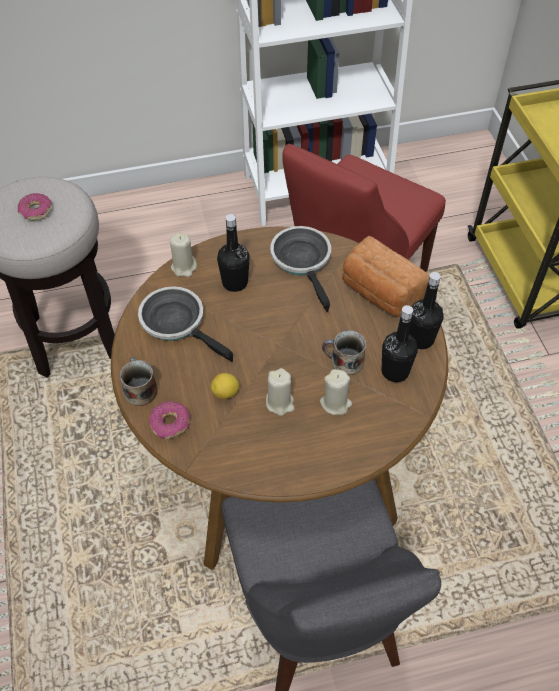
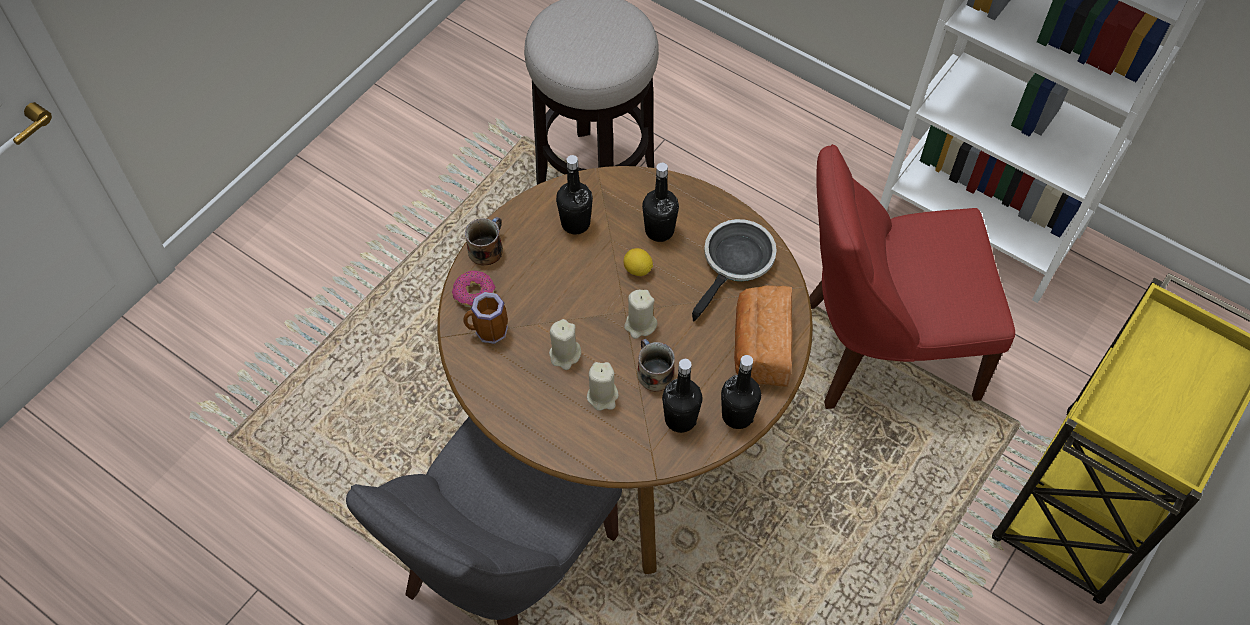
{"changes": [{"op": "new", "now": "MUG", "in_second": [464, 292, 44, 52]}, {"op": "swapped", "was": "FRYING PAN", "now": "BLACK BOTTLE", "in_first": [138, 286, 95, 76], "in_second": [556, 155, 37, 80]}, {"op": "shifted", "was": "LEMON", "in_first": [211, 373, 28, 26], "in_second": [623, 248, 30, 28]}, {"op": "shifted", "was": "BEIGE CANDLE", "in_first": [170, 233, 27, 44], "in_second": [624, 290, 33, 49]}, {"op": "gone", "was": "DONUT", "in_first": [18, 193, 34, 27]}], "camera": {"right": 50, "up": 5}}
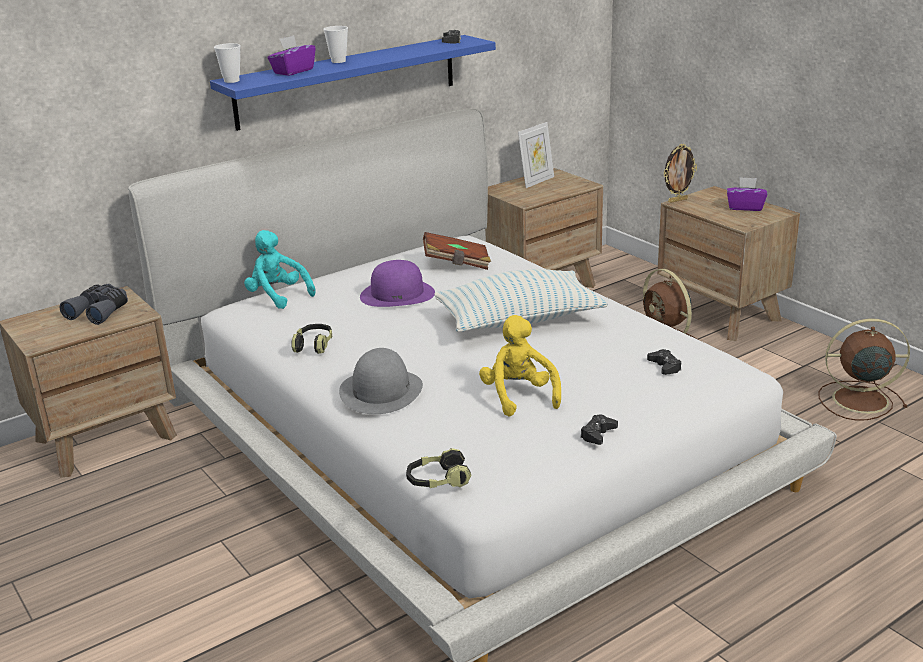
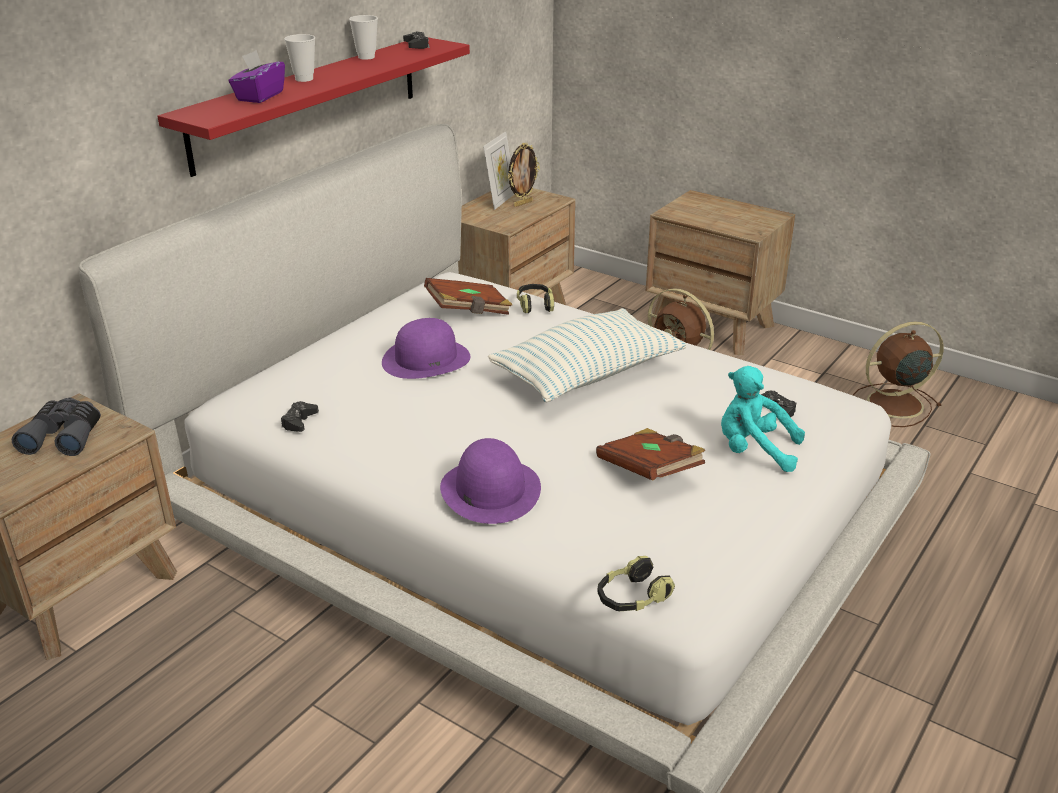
{"changes": [{"op": "repainted", "was": "BLUE SHELF", "now": "RED SHELF", "in_first": [210, 35, 286, 96], "in_second": [157, 37, 313, 140]}, {"op": "shifted", "was": "BLACK GAME CONTROLLER", "in_first": [580, 415, 38, 30], "in_second": [281, 401, 38, 31]}, {"op": "shifted", "was": "CUP", "in_first": [214, 43, 26, 40], "in_second": [349, 15, 29, 45]}, {"op": "repainted", "was": "GREY HAT", "now": "PURPLE HAT", "in_first": [339, 348, 84, 66], "in_second": [440, 438, 101, 86]}, {"op": "shifted", "was": "PICTURE FRAME", "in_first": [664, 144, 33, 59], "in_second": [508, 143, 32, 64]}, {"op": "shifted", "was": "HEADPHONES", "in_first": [291, 324, 41, 30], "in_second": [517, 284, 37, 29]}, {"op": "swapped", "was": "YELLOW PLUSH TOY", "now": "BROWN BOOK", "in_first": [479, 315, 82, 102], "in_second": [596, 428, 109, 53]}, {"op": "shifted", "was": "TURQUOISE PLUSH TOY", "in_first": [244, 230, 72, 79], "in_second": [721, 366, 84, 106]}, {"op": "gone", "was": "PURPLE TISSUE BOX", "in_first": [727, 177, 41, 34]}], "camera": {"right": -20, "up": 5}}
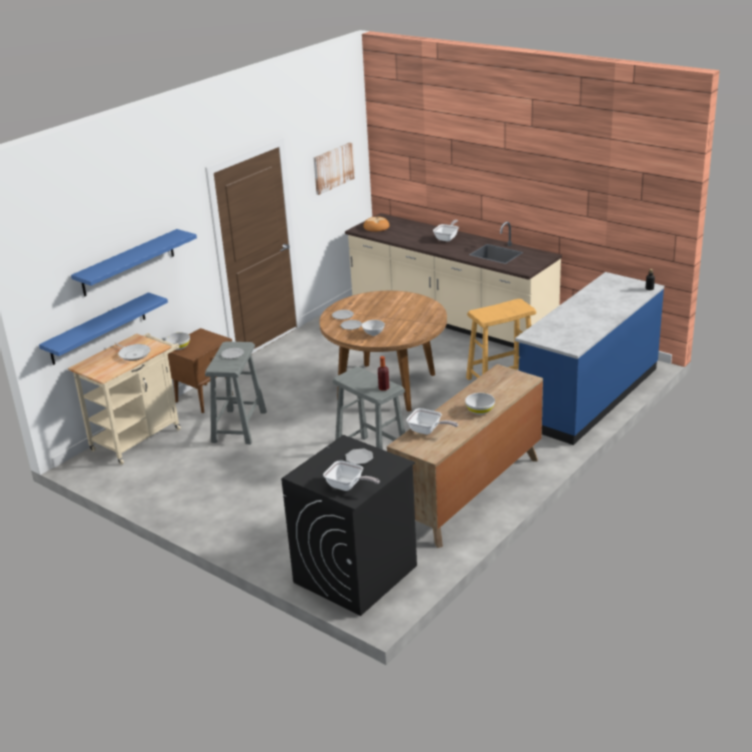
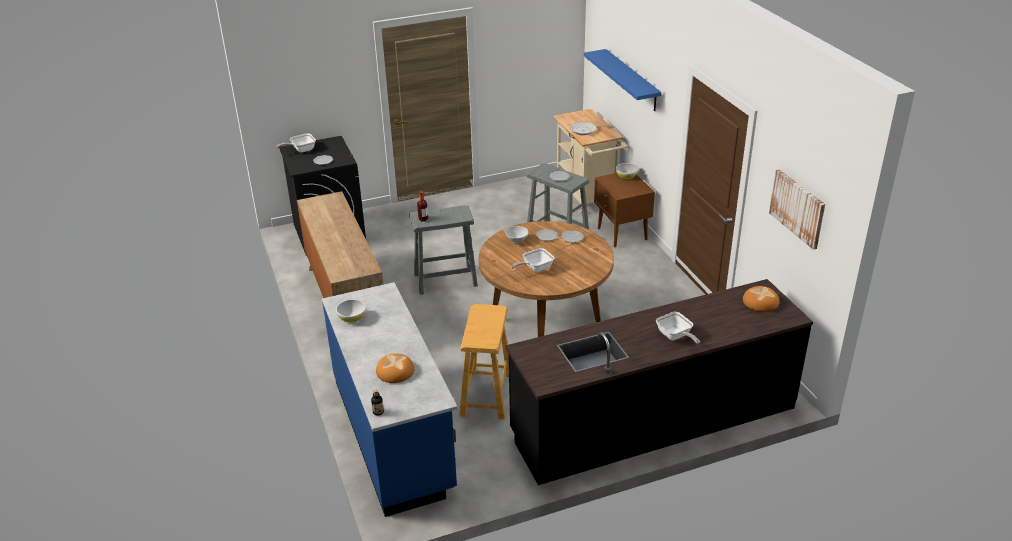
{"changes": [{"op": "shifted", "was": "WHITE BOWL", "in_first": [465, 393, 30, 22], "in_second": [336, 299, 30, 24]}, {"op": "new", "now": "BREAD", "in_second": [376, 353, 39, 30]}, {"op": "repainted", "was": "BEIGE COUNTER", "now": "BLACK COUNTER", "in_first": [345, 213, 217, 135], "in_second": [506, 279, 307, 206]}, {"op": "shifted", "was": "FRYING PAN", "in_first": [406, 408, 52, 27], "in_second": [510, 248, 45, 24]}, {"op": "gone", "was": "BLUE SHELF", "in_first": [39, 292, 129, 73]}], "camera": {"right": 120, "up": 5}}
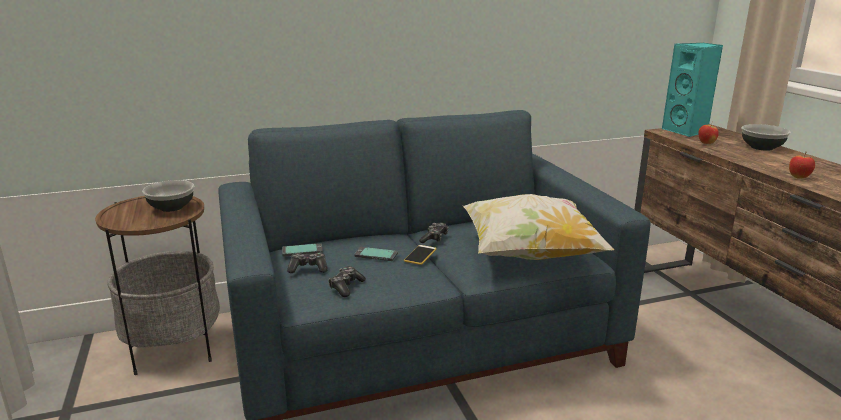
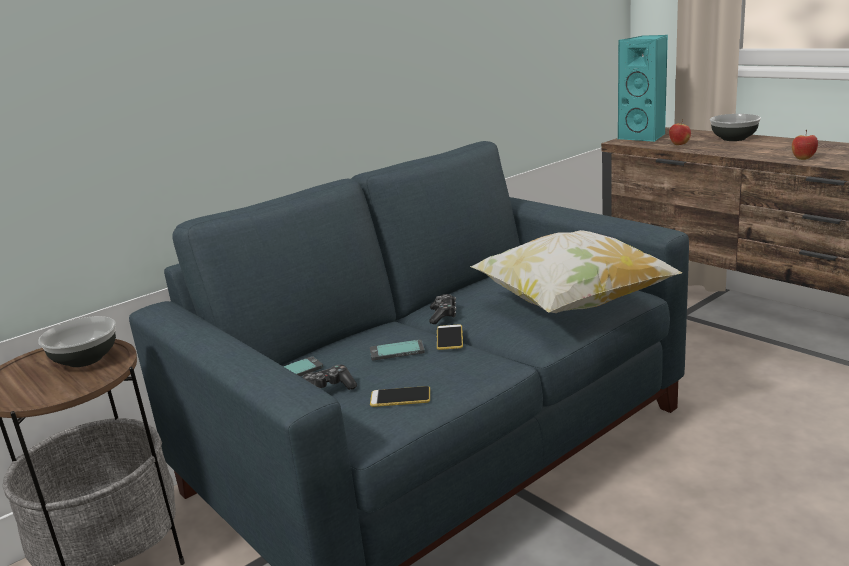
{"changes": [{"op": "swapped", "was": "GAME CONTROLLER", "now": "PHONE", "in_first": [328, 266, 38, 31], "in_second": [370, 386, 60, 21]}], "camera": {"right": -20, "up": 0}}
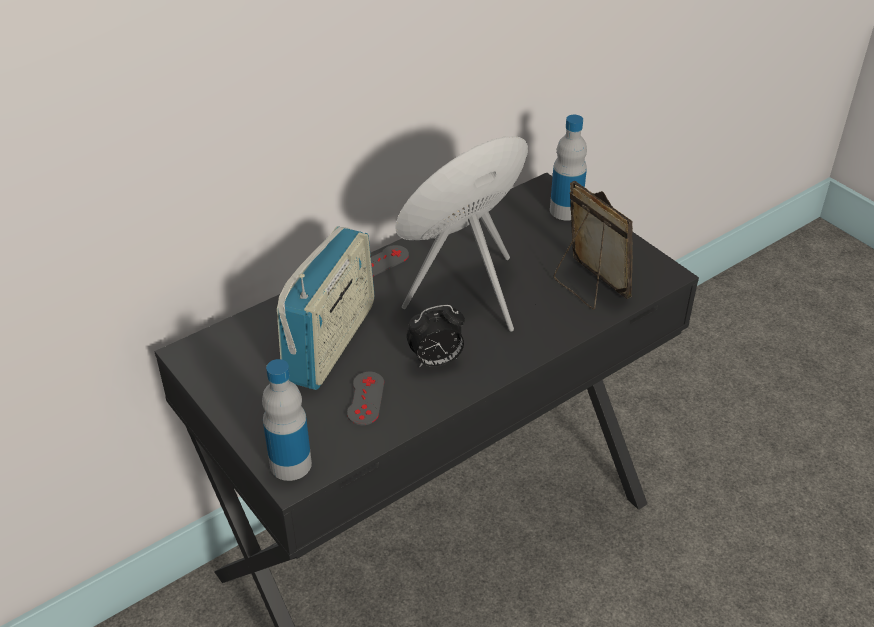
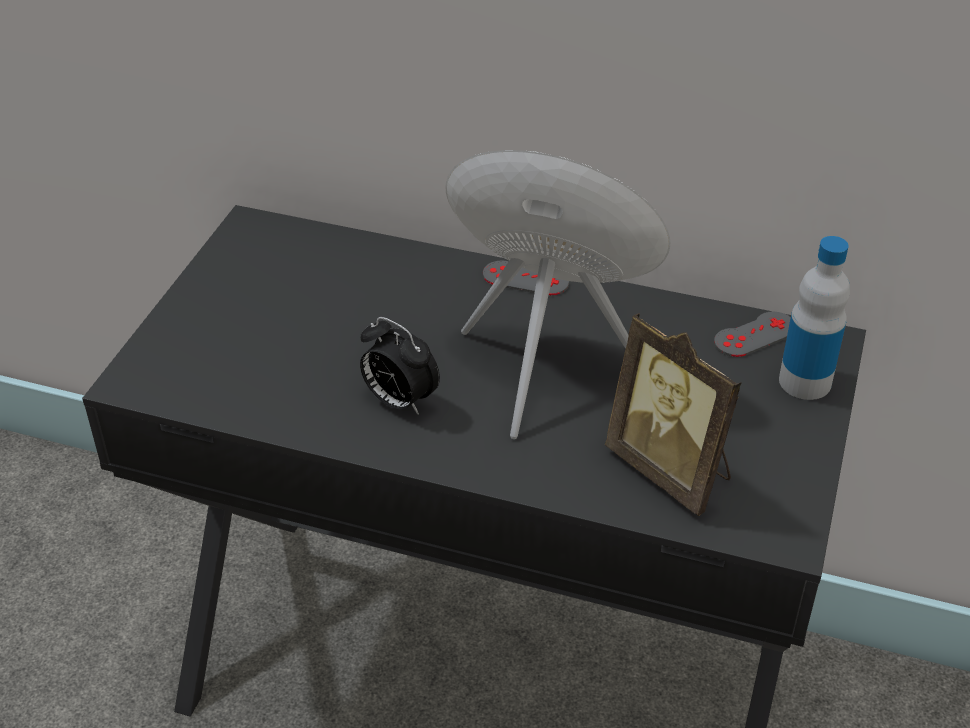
{"changes": [{"op": "rotated", "was": "PICTURE FRAME", "in_first": [554, 181, 79, 129], "in_second": [605, 313, 137, 203], "clockwise": 120}, {"op": "shifted", "was": "GREY GAME CONTROLLER", "in_first": [347, 372, 37, 53], "in_second": [714, 312, 77, 45]}, {"op": "gone", "was": "BOTTLE", "in_first": [262, 359, 50, 122]}, {"op": "gone", "was": "RADIO", "in_first": [277, 226, 97, 164]}], "camera": {"right": 55, "up": 0}}
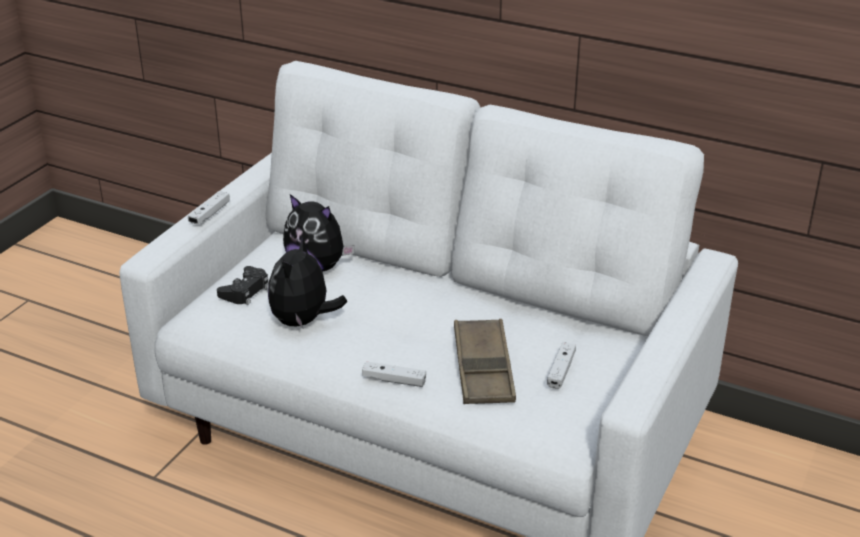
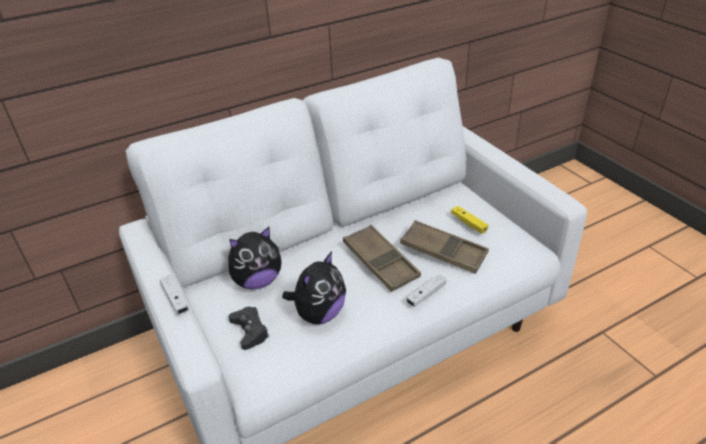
{"changes": [{"op": "rotated", "was": "PLUSH TOY", "in_first": [268, 236, 80, 92], "in_second": [282, 251, 64, 73], "clockwise": -105}, {"op": "new", "now": "BROWN TRAY", "in_second": [343, 225, 78, 67]}, {"op": "repainted", "was": "WHITE GAME CONTROLLER", "now": "YELLOW GAME CONTROLLER", "in_first": [547, 342, 29, 47], "in_second": [451, 206, 37, 28]}], "camera": {"right": -55, "up": 5}}
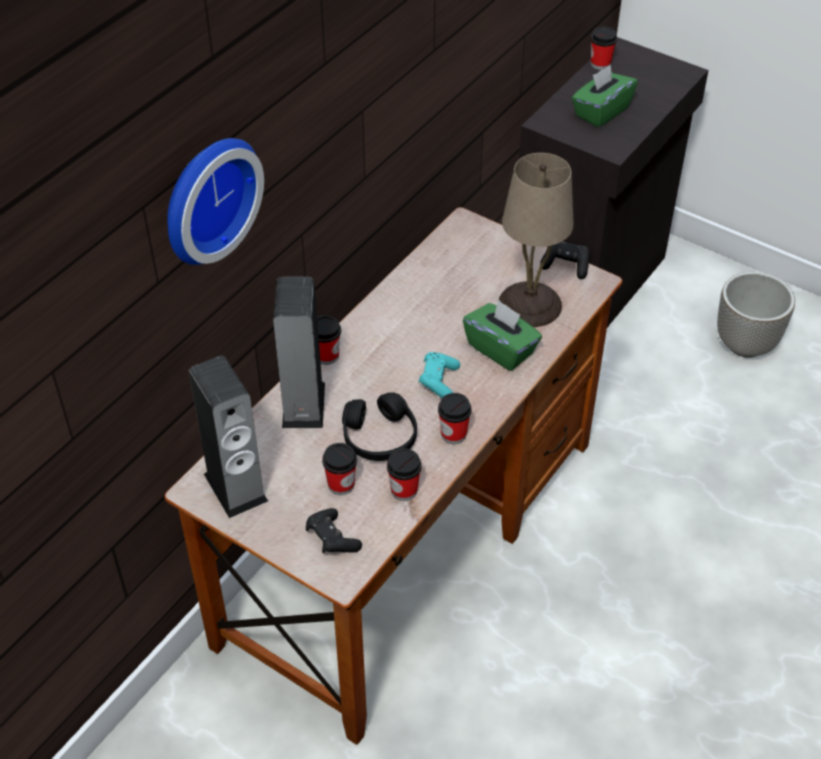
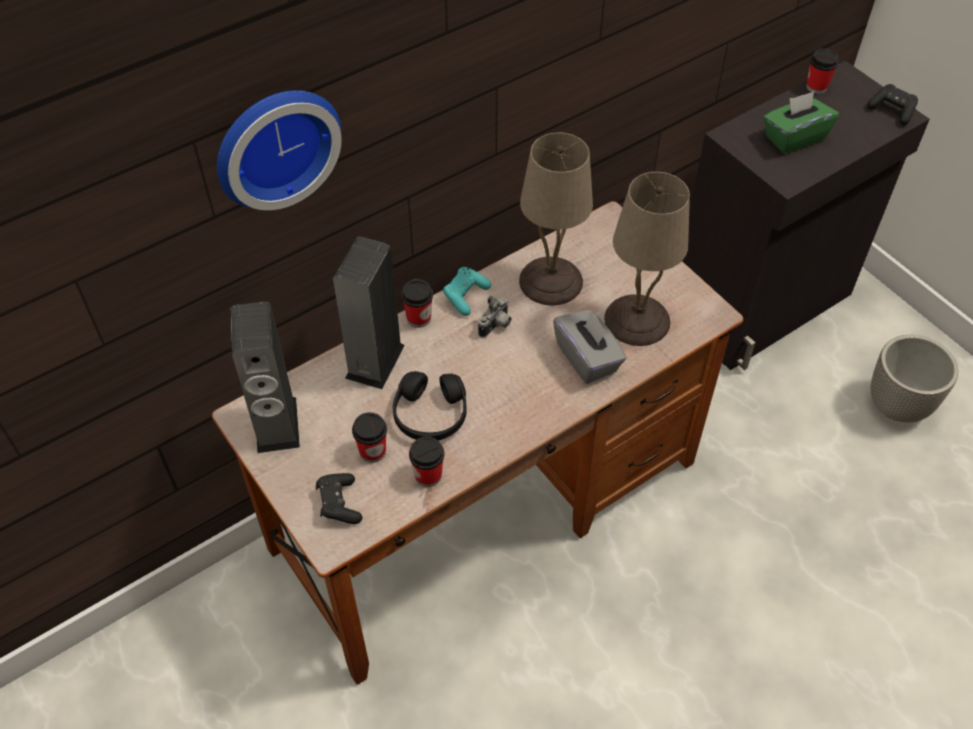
{"changes": [{"op": "shifted", "was": "TURQUOISE GAME CONTROLLER", "in_first": [418, 352, 42, 46], "in_second": [443, 267, 48, 49]}, {"op": "new", "now": "PHOTO CAMERA", "in_second": [478, 296, 34, 41]}, {"op": "new", "now": "BEIGE TABLE LAMP", "in_second": [519, 133, 74, 172]}, {"op": "repainted", "was": "GREEN TISSUE BOX", "now": "GREY TISSUE BOX", "in_first": [463, 299, 79, 72], "in_second": [553, 310, 74, 74]}, {"op": "shifted", "was": "BLACK GAME CONTROLLER", "in_first": [540, 241, 49, 38], "in_second": [867, 84, 51, 41]}, {"op": "gone", "was": "CUP", "in_first": [438, 393, 34, 51]}], "camera": {"right": 20, "up": 5}}
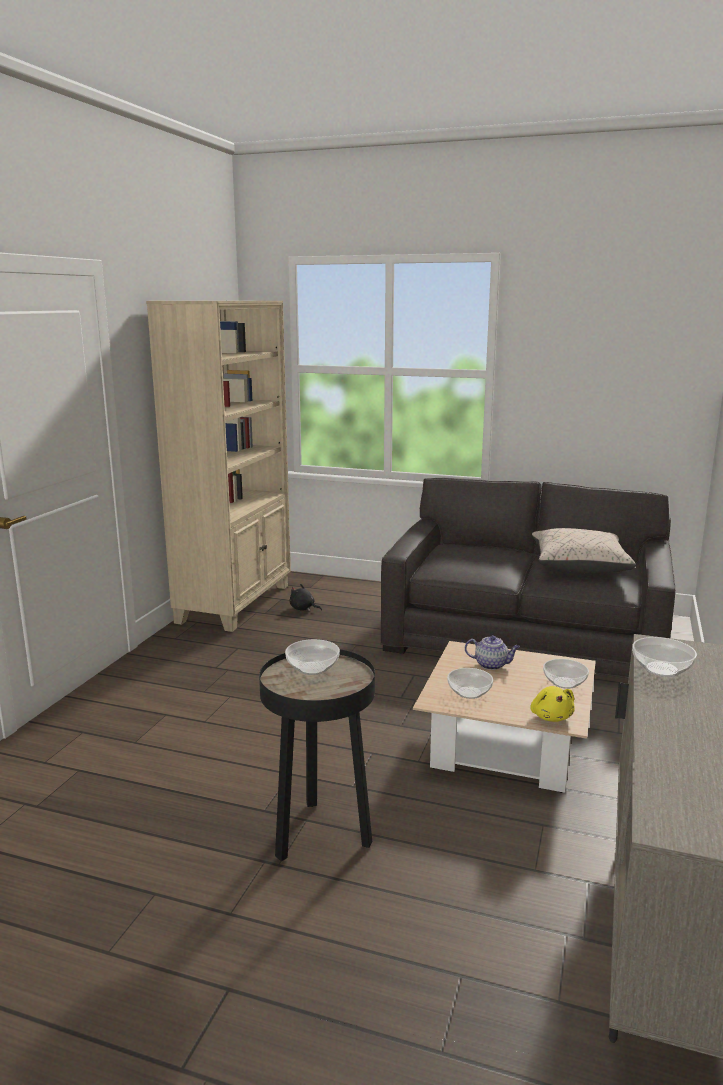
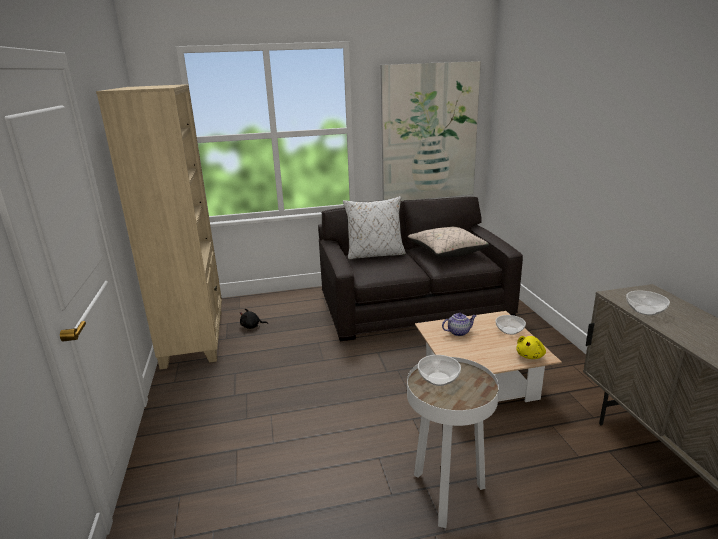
{"changes": [{"op": "new", "now": "WHITE PILLOW", "in_second": [343, 196, 63, 64]}, {"op": "new", "now": "PICTURE", "in_second": [381, 61, 100, 140]}, {"op": "repainted", "was": "BLACK SIDE TABLE", "now": "WHITE SIDE TABLE", "in_first": [259, 649, 116, 212], "in_second": [407, 357, 92, 171]}, {"op": "rotated", "was": "YELLOW PLUSH TOY", "in_first": [530, 686, 45, 36], "in_second": [516, 336, 30, 23], "clockwise": 75}, {"op": "gone", "was": "BOWL", "in_first": [447, 668, 46, 31]}], "camera": {"right": -30, "up": 5}}
